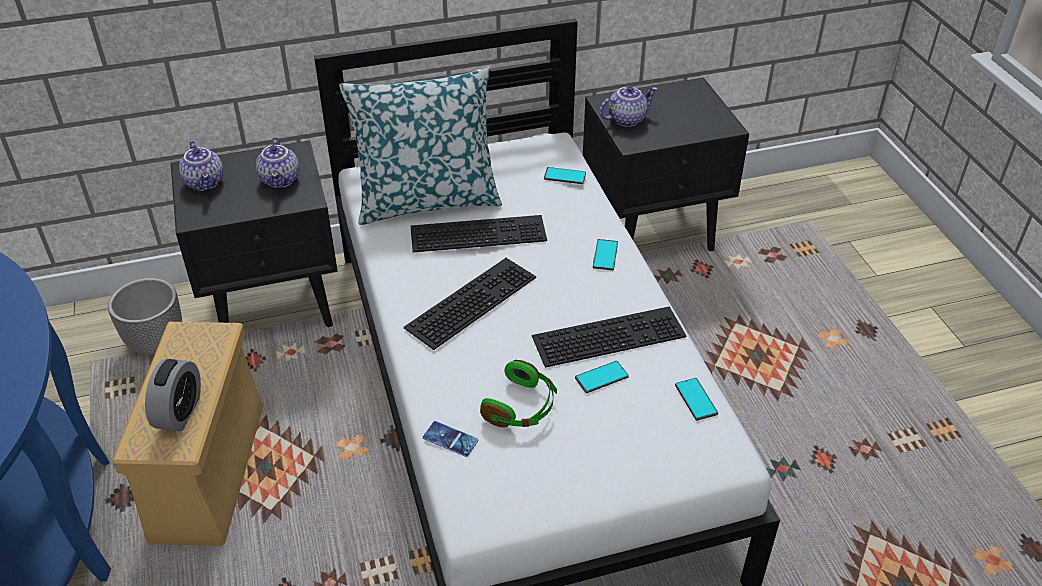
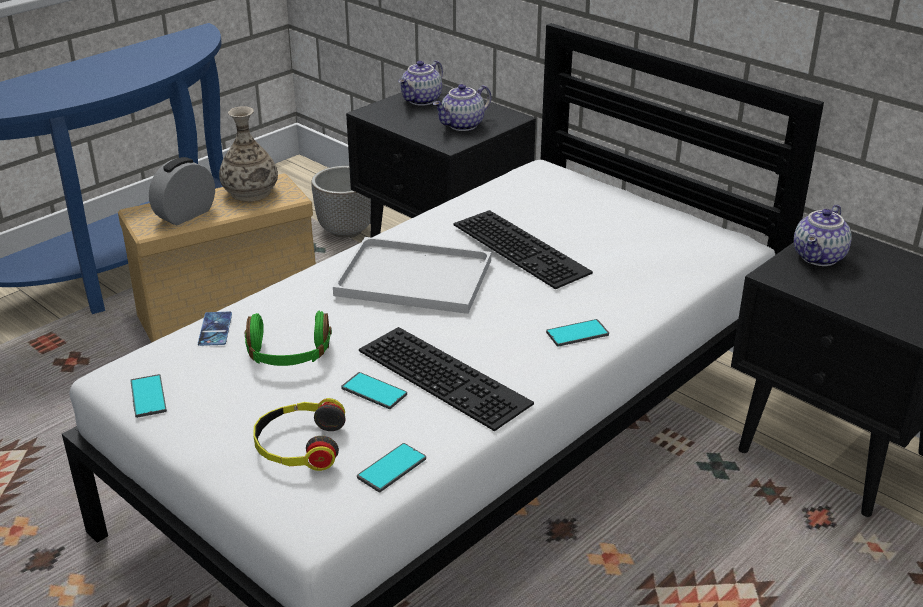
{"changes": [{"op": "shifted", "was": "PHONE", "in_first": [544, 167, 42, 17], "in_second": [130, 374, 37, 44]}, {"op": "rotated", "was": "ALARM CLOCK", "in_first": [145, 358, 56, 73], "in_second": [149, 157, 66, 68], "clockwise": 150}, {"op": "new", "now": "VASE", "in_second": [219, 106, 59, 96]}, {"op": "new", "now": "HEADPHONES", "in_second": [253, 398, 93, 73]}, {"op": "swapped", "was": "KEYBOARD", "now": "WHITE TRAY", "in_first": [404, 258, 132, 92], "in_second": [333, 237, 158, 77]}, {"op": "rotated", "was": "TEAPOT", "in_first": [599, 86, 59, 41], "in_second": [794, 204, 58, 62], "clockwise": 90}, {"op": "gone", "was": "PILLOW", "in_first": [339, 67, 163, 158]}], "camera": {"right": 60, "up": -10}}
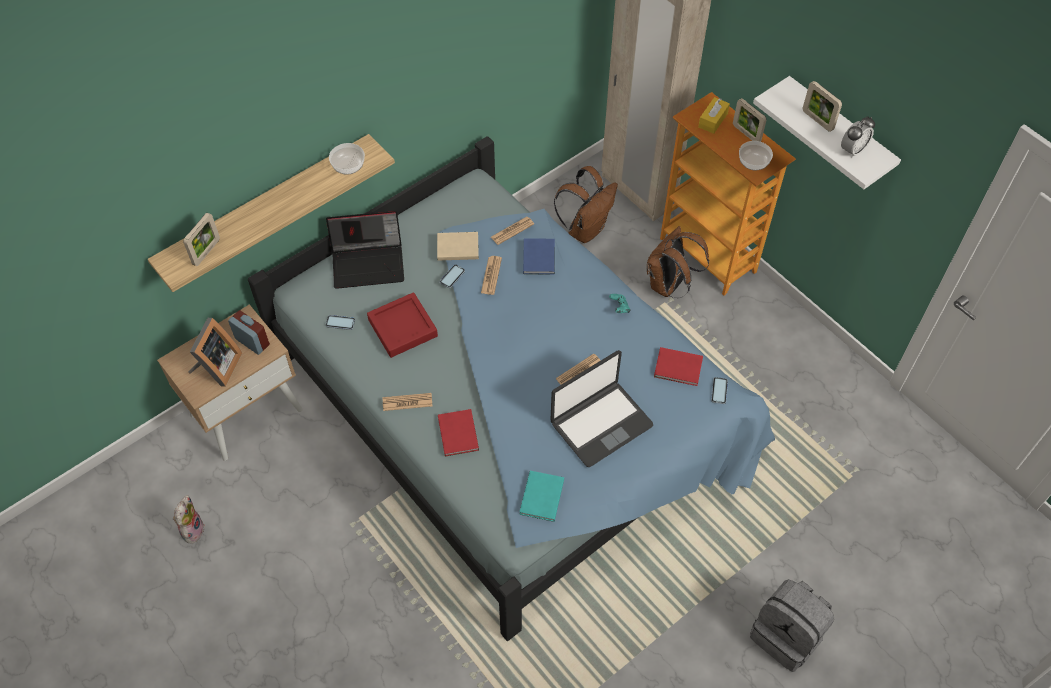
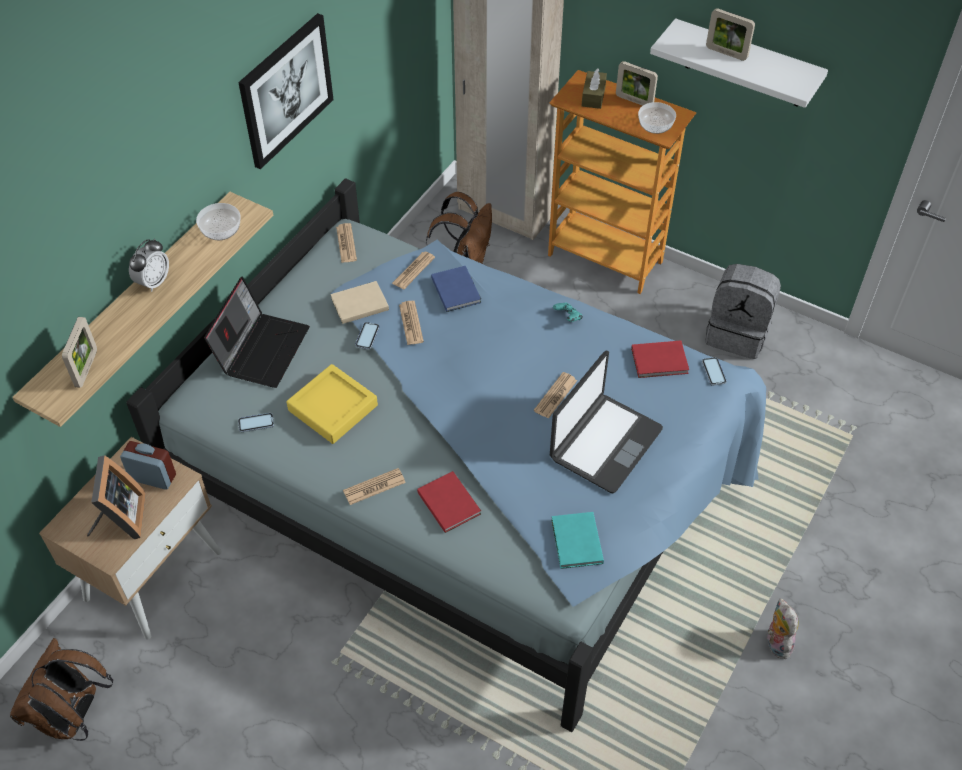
{"changes": [{"op": "shifted", "was": "BROWN BACKPACK", "in_first": [647, 226, 62, 72], "in_second": [10, 638, 103, 103]}, {"op": "shifted", "was": "ALARM CLOCK", "in_first": [841, 116, 34, 42], "in_second": [129, 239, 40, 53]}, {"op": "rotated", "was": "LAPTOP", "in_first": [326, 211, 78, 78], "in_second": [204, 277, 106, 111], "clockwise": -45}, {"op": "new", "now": "PICTURE", "in_second": [238, 13, 96, 156]}, {"op": "repainted", "was": "RED TRAY", "now": "YELLOW TRAY", "in_first": [367, 292, 71, 66], "in_second": [287, 364, 91, 80]}, {"op": "new", "now": "NEWSPAPER", "in_second": [336, 223, 21, 40]}, {"op": "repainted", "was": "YELLOW TISSUE BOX", "now": "BROWN TISSUE BOX", "in_first": [698, 97, 32, 37], "in_second": [582, 68, 25, 41]}, {"op": "shifted", "was": "GREY BACKPACK", "in_first": [750, 579, 84, 93], "in_second": [705, 264, 76, 95]}, {"op": "shifted", "was": "PLUSH TOY", "in_first": [173, 495, 32, 49], "in_second": [767, 598, 32, 61]}], "camera": {"right": -20, "up": -5}}
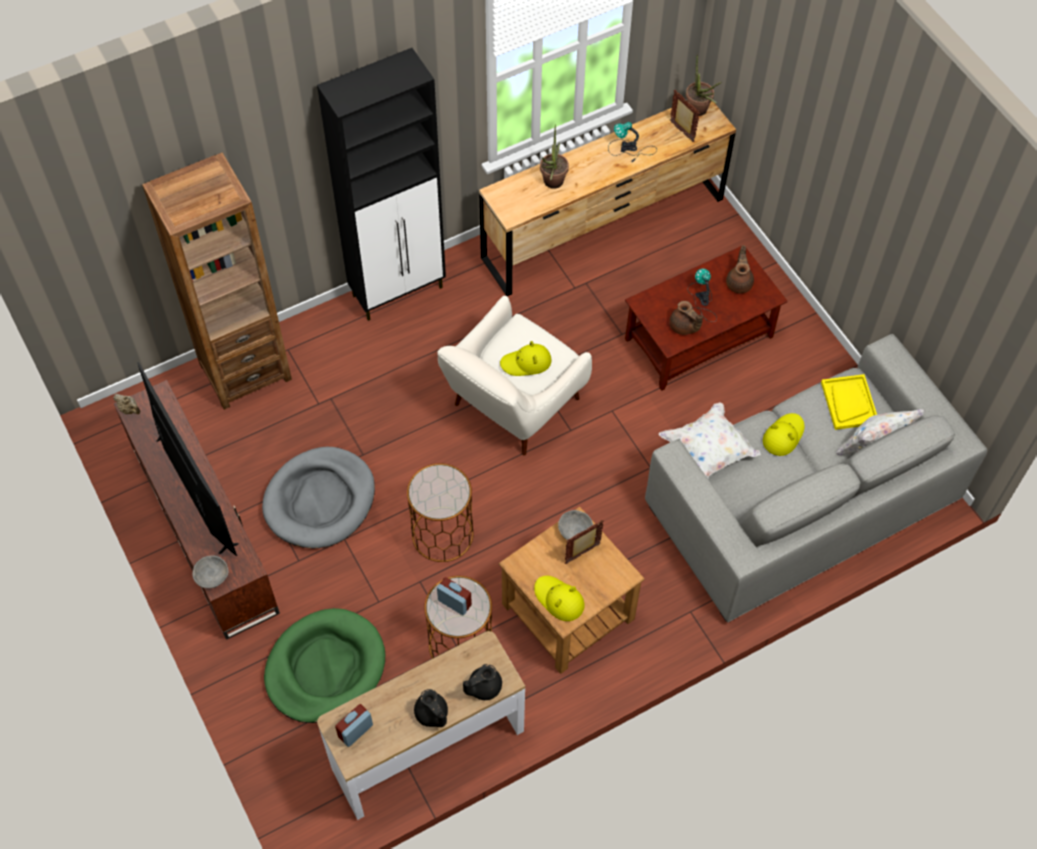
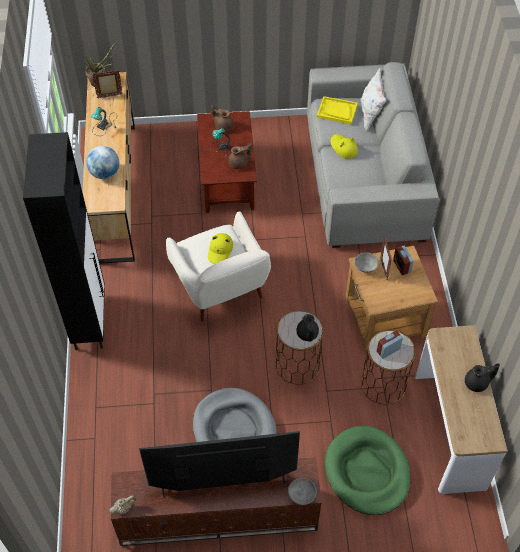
{"changes": [{"op": "swapped", "was": "POTTED PLANT", "now": "GLOBE", "in_first": [540, 124, 29, 65], "in_second": [86, 146, 33, 33]}, {"op": "shifted", "was": "BLACK TEAPOT", "in_first": [463, 664, 39, 36], "in_second": [297, 314, 22, 28]}, {"op": "shifted", "was": "ALARM CLOCK", "in_first": [335, 704, 38, 43], "in_second": [393, 245, 21, 30]}, {"op": "gone", "was": "BROWN BOOKCASE", "in_first": [142, 152, 150, 258]}, {"op": "gone", "was": "YELLOW HAT", "in_first": [534, 576, 51, 45]}, {"op": "gone", "was": "WHITE PILLOW", "in_first": [659, 402, 101, 76]}], "camera": {"right": -65, "up": -5}}
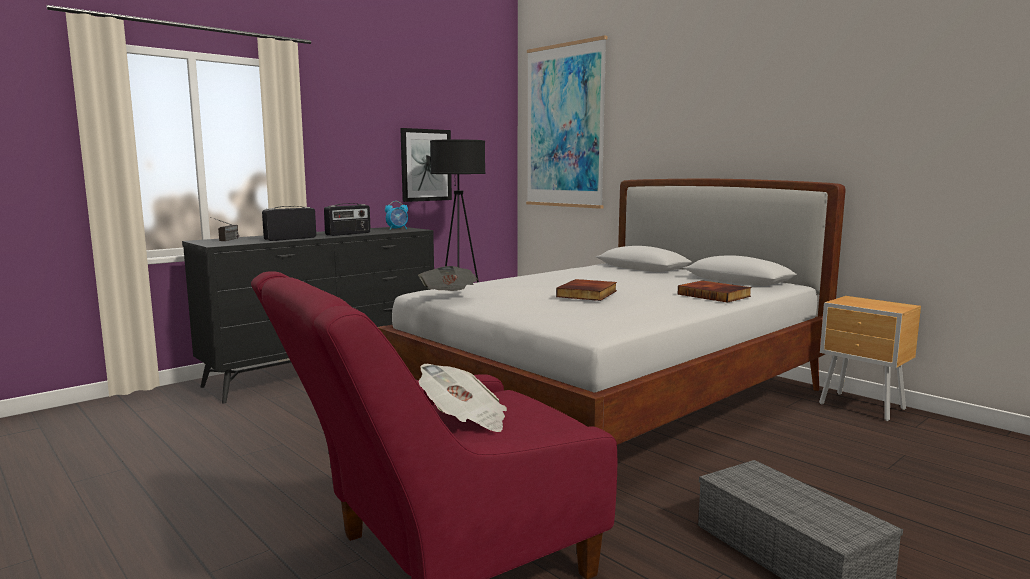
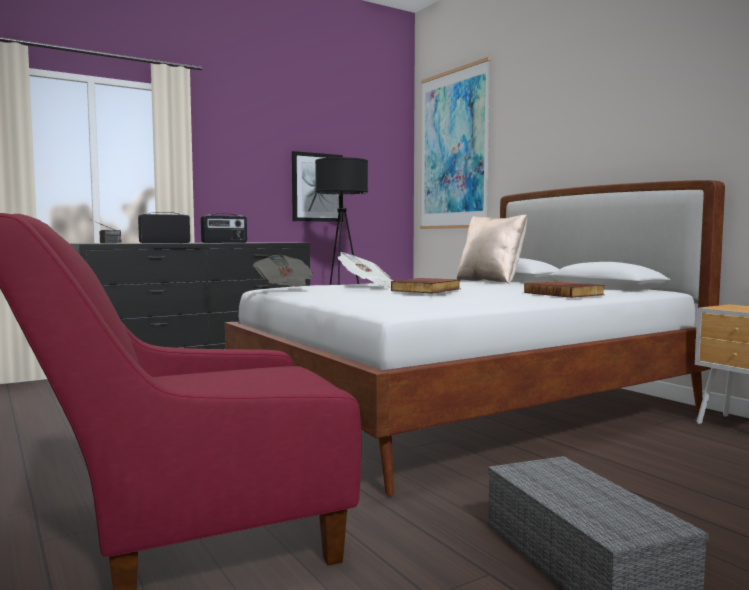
{"changes": [{"op": "shifted", "was": "NEWSPAPER", "in_first": [418, 364, 89, 68], "in_second": [338, 252, 55, 36]}, {"op": "new", "now": "BEIGE PILLOW", "in_second": [457, 215, 70, 69]}, {"op": "gone", "was": "ALARM CLOCK", "in_first": [385, 201, 23, 29]}], "camera": {"right": 10, "up": -5}}
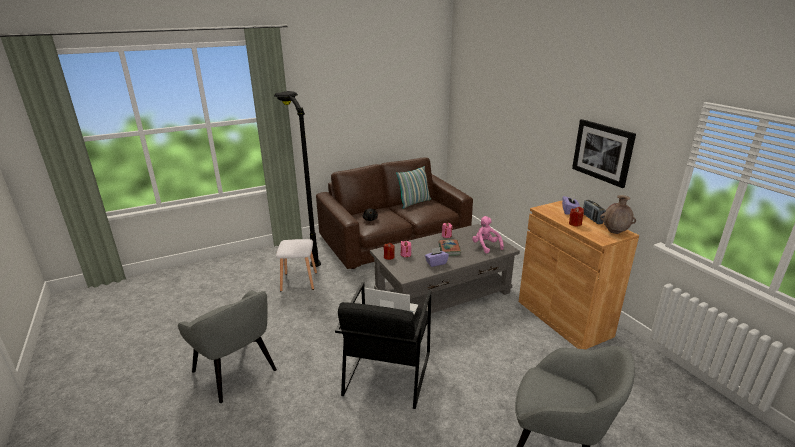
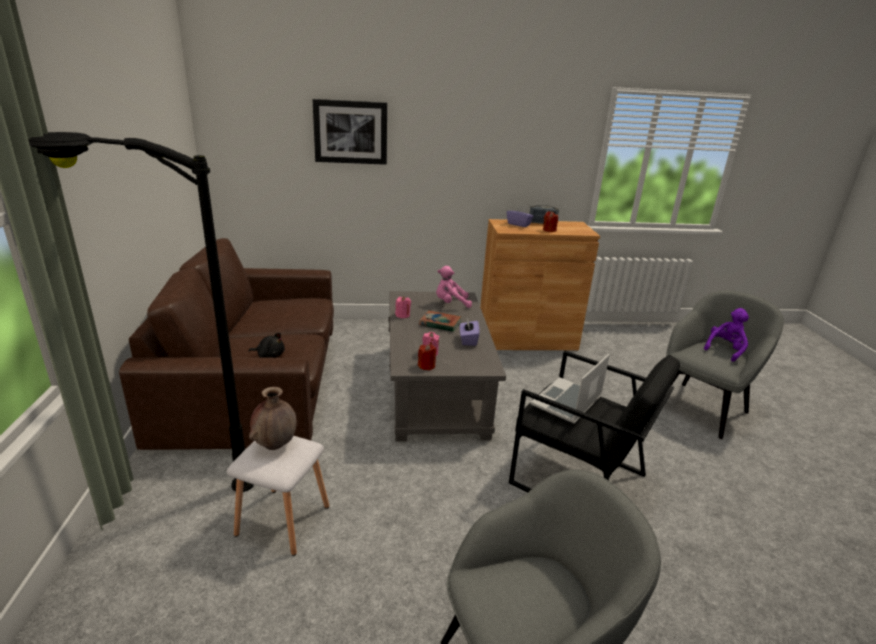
{"changes": [{"op": "shifted", "was": "BROWN VASE", "in_first": [600, 195, 36, 39], "in_second": [249, 387, 48, 63]}, {"op": "shifted", "was": "PICTURE", "in_first": [572, 119, 64, 69], "in_second": [313, 99, 74, 66]}, {"op": "new", "now": "PURPLE PLUSH TOY", "in_second": [704, 308, 45, 54]}, {"op": "gone", "was": "PILLOW", "in_first": [396, 166, 35, 43]}], "camera": {"right": -70, "up": 0}}
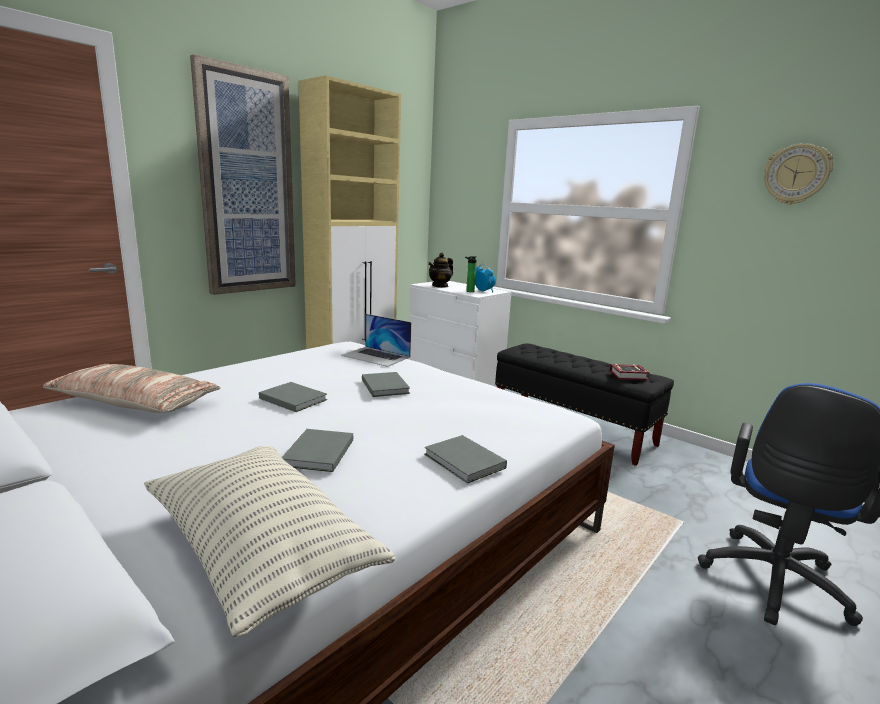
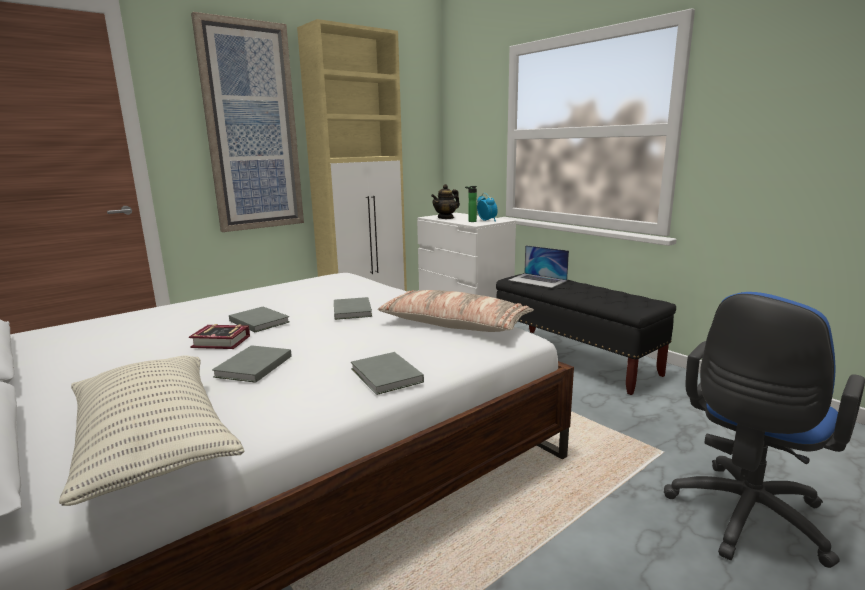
{"changes": [{"op": "shifted", "was": "BOOK", "in_first": [610, 364, 40, 16], "in_second": [189, 324, 61, 25]}, {"op": "shifted", "was": "PILLOW", "in_first": [43, 364, 178, 49], "in_second": [378, 290, 156, 42]}, {"op": "shifted", "was": "LAPTOP", "in_first": [341, 314, 70, 53], "in_second": [509, 245, 60, 43]}, {"op": "gone", "was": "WALL CLOCK", "in_first": [764, 143, 69, 62]}], "camera": {"right": 10, "up": 0}}
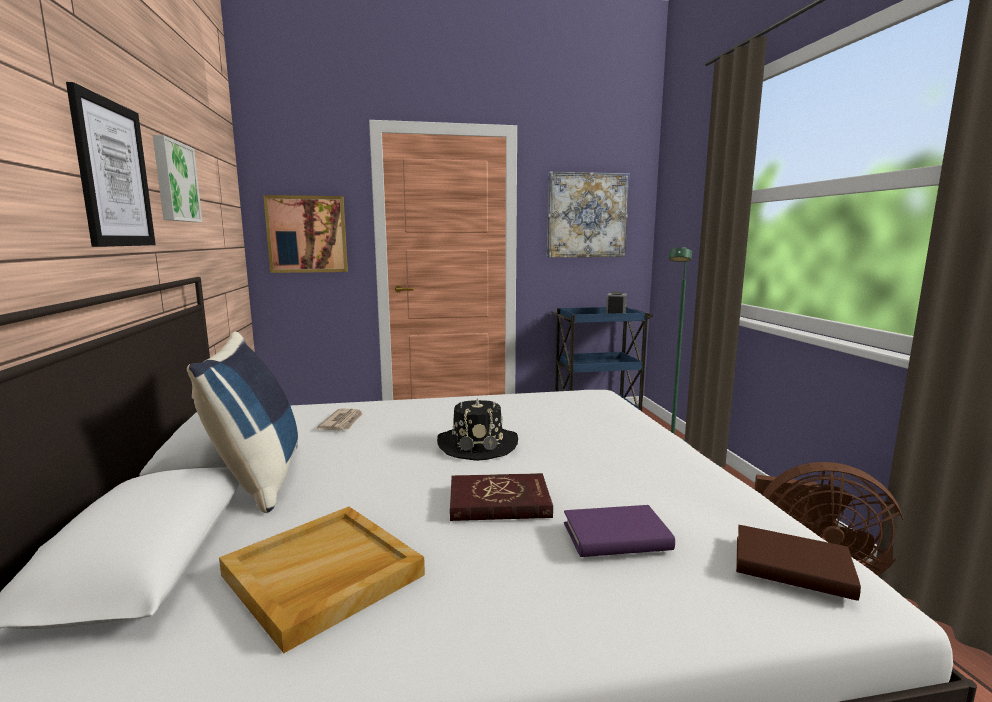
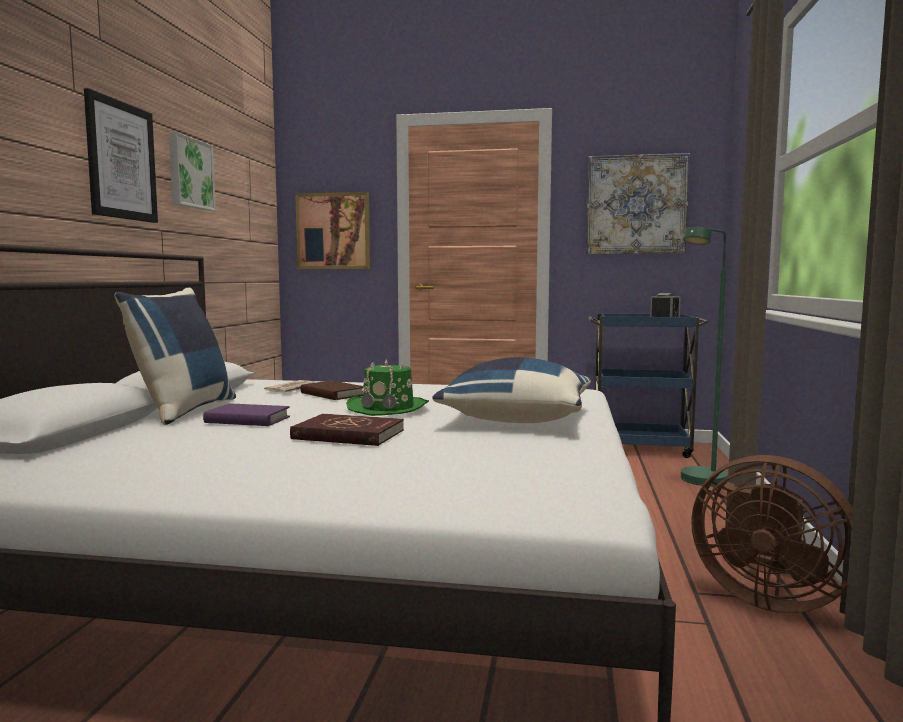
{"changes": [{"op": "shifted", "was": "PURPLE BOOK", "in_first": [564, 505, 111, 52], "in_second": [203, 403, 87, 23]}, {"op": "shifted", "was": "BROWN BOOK", "in_first": [736, 525, 125, 76], "in_second": [301, 381, 62, 19]}, {"op": "repainted", "was": "BLACK HAT", "now": "GREEN HAT", "in_first": [437, 398, 81, 63], "in_second": [346, 359, 83, 57]}, {"op": "new", "now": "BLUE PILLOW", "in_second": [432, 357, 159, 66]}, {"op": "gone", "was": "BEIGE TRAY", "in_first": [219, 507, 206, 146]}], "camera": {"right": 20, "up": -5}}
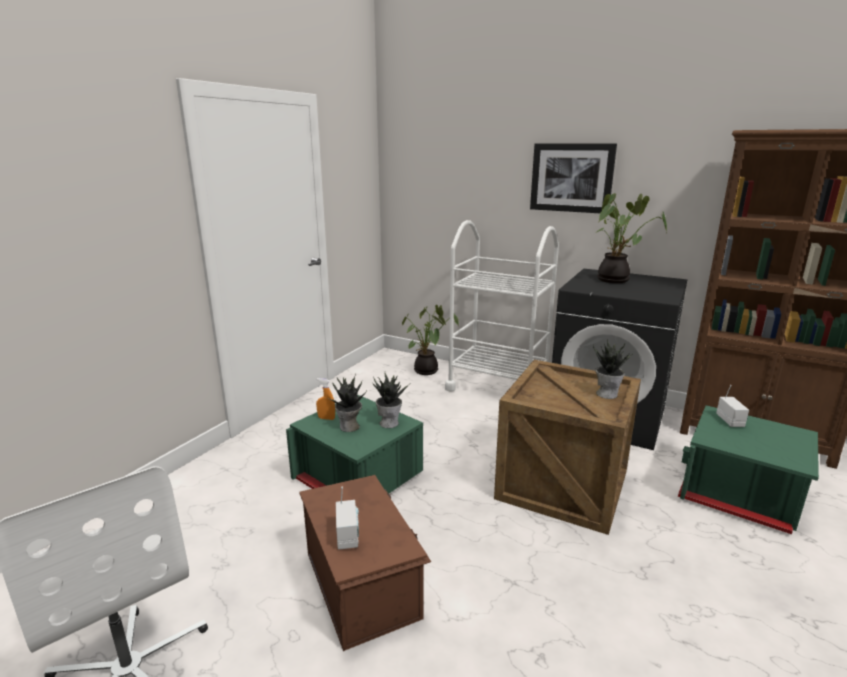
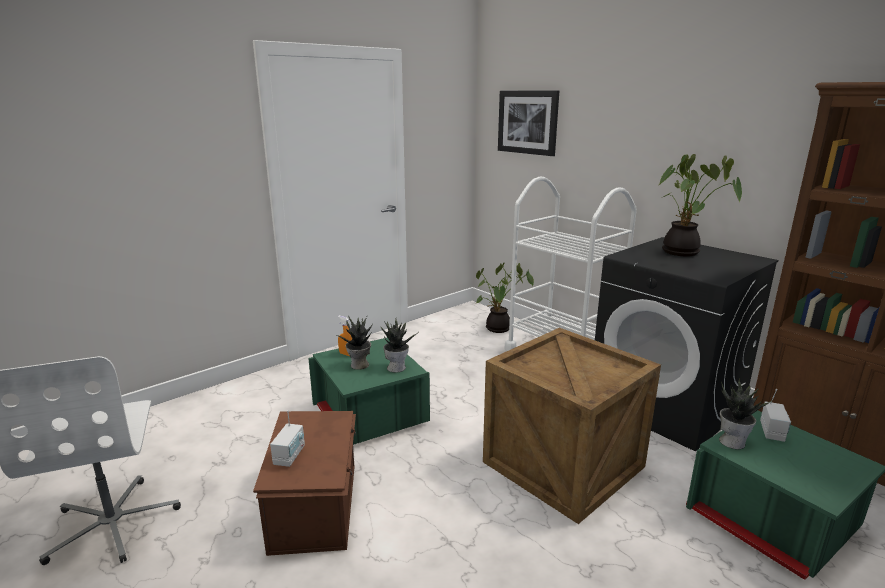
{"changes": [{"op": "shifted", "was": "PICTURE", "in_first": [530, 143, 87, 70], "in_second": [498, 90, 61, 66]}, {"op": "shifted", "was": "POTTED PLANT", "in_first": [593, 339, 41, 60], "in_second": [719, 378, 53, 71]}], "camera": {"right": 20, "up": 0}}
